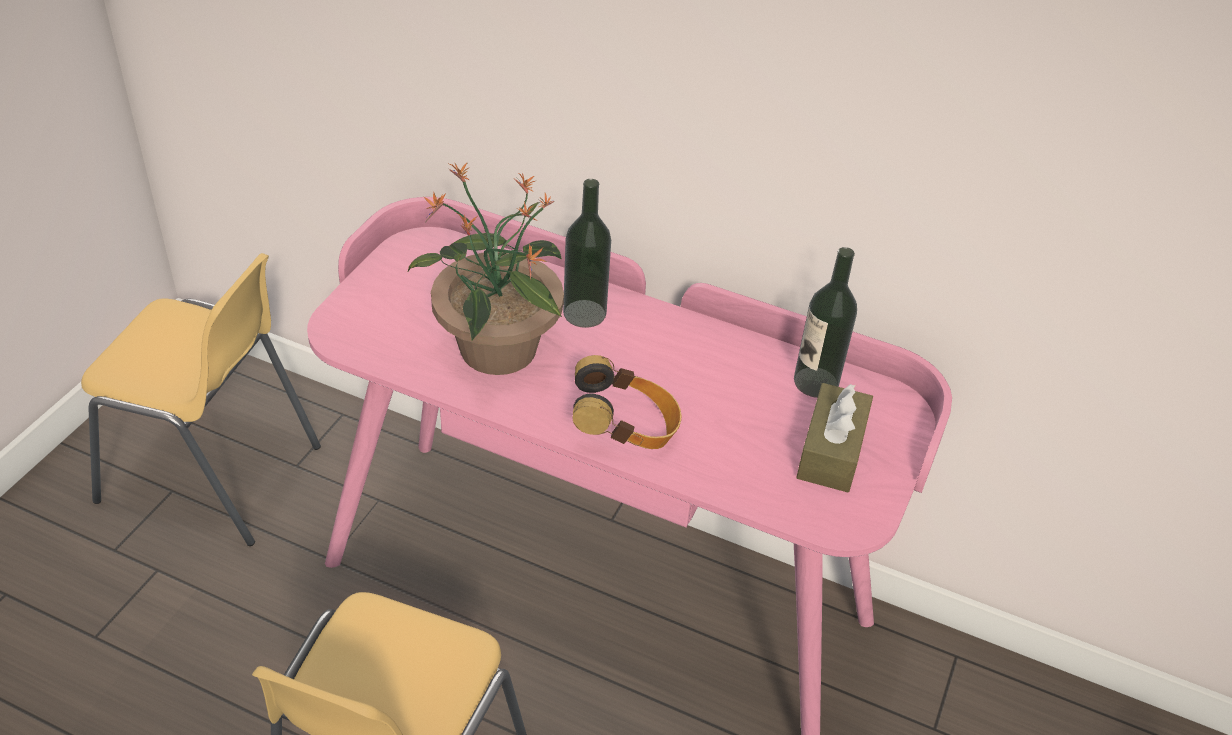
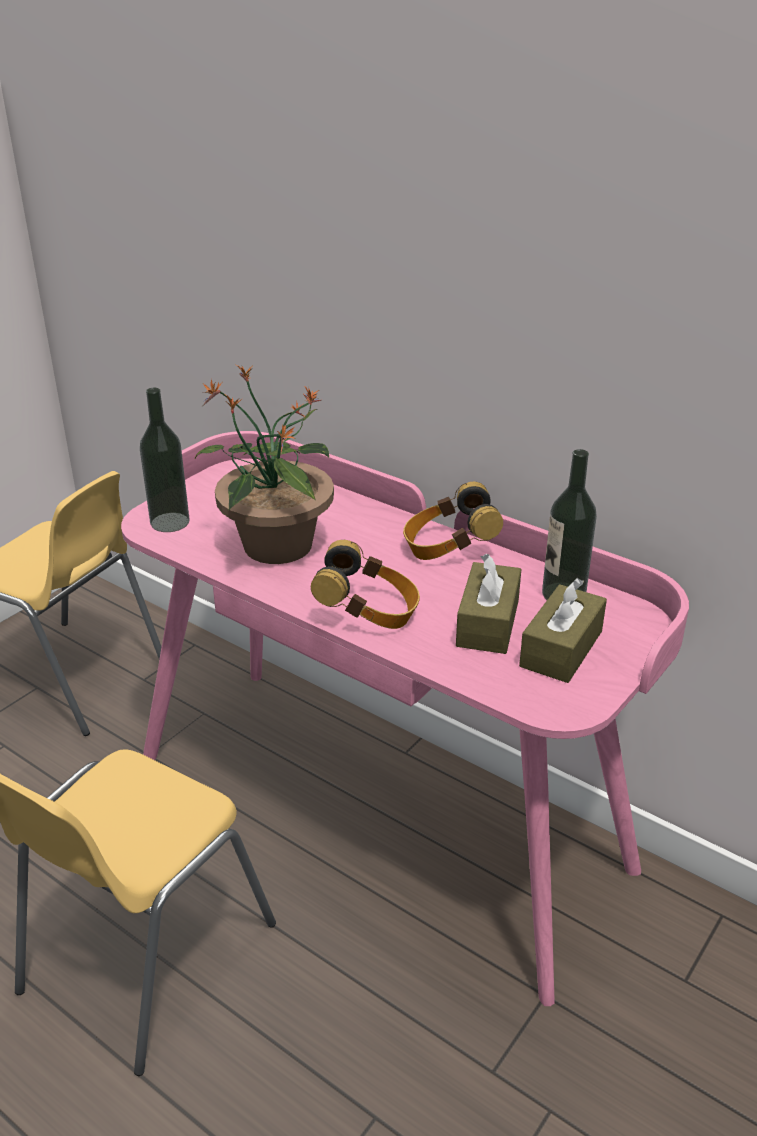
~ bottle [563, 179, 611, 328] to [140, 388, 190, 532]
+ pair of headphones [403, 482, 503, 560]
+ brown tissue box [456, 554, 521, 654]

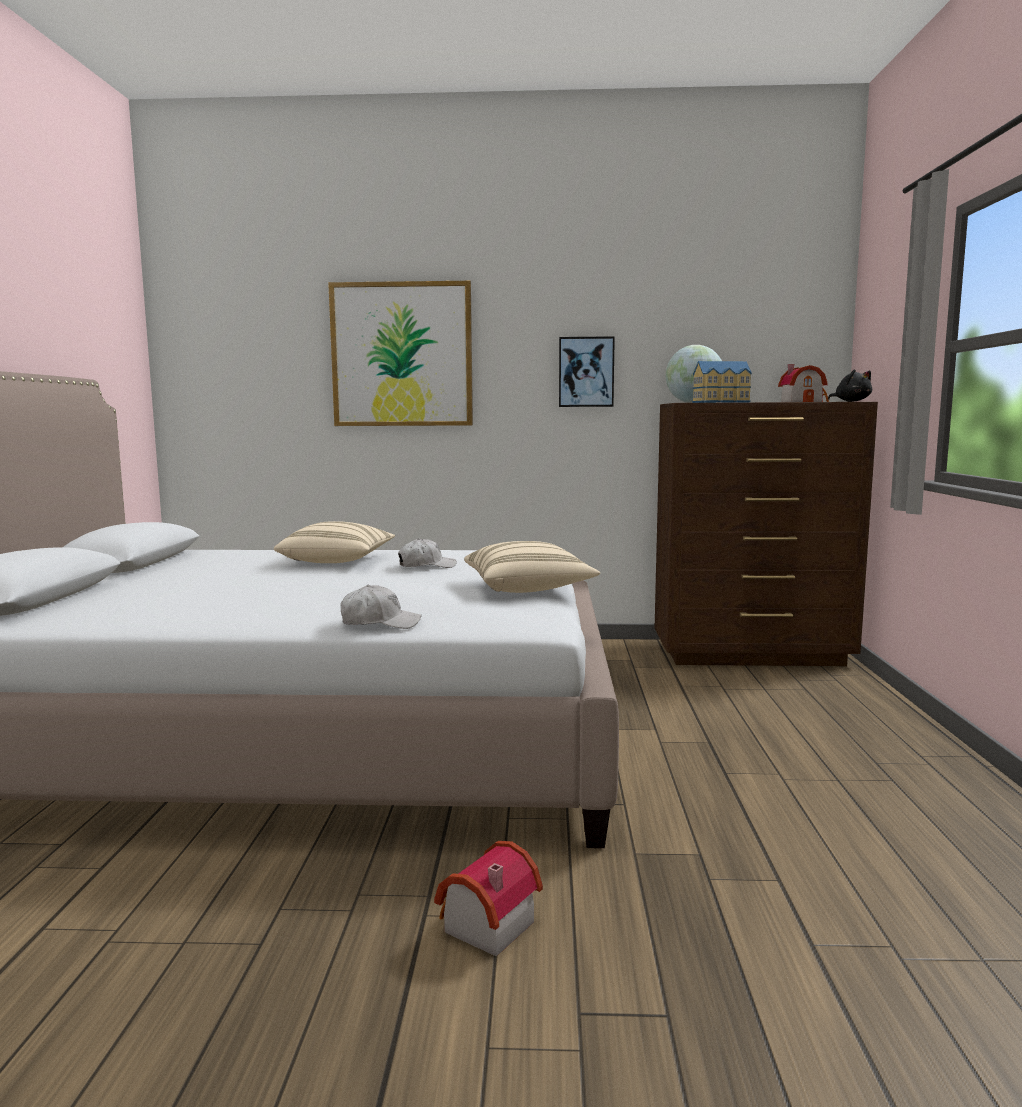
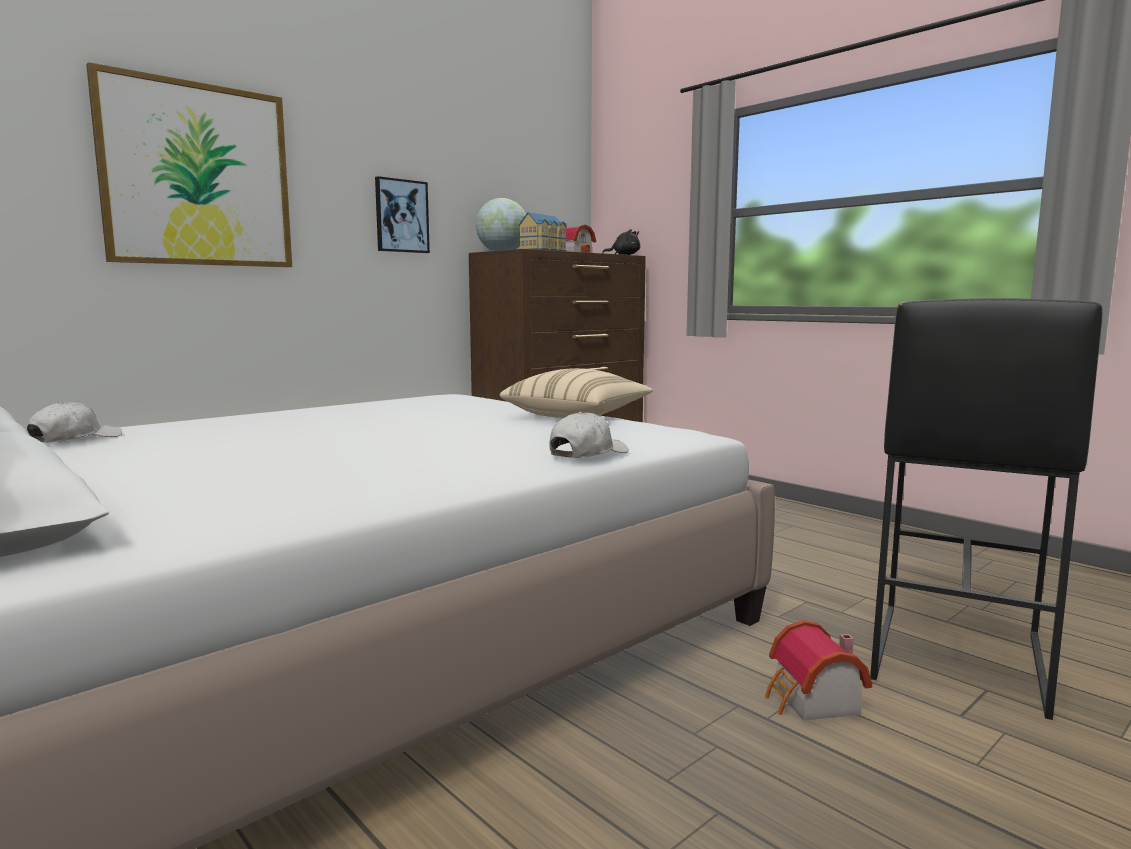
- beige-coloured throw pillow [274, 521, 395, 563]
~ white cap [398, 538, 457, 568] to [27, 401, 122, 443]
+ black-coloured stool seat [870, 298, 1103, 720]

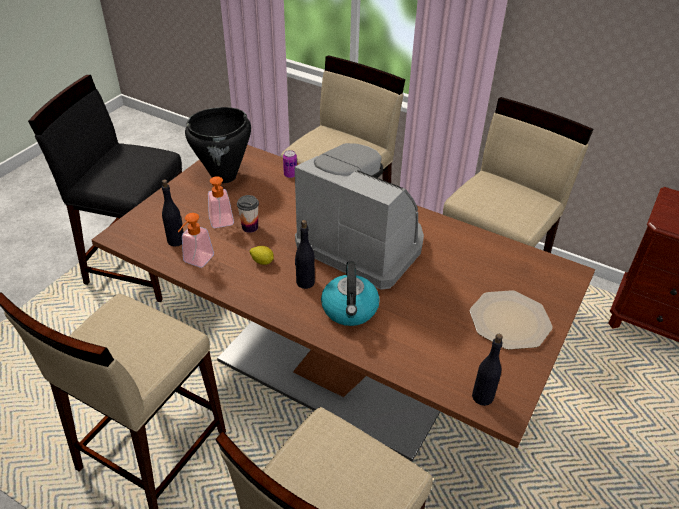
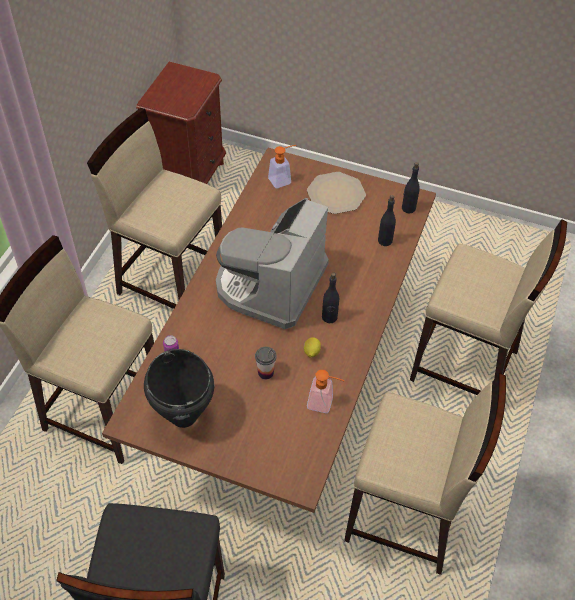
~ soap bottle [208, 176, 234, 228] to [268, 145, 297, 188]
~ black-coloured bottle [162, 179, 184, 247] to [378, 195, 396, 246]
- kettle [321, 262, 380, 326]

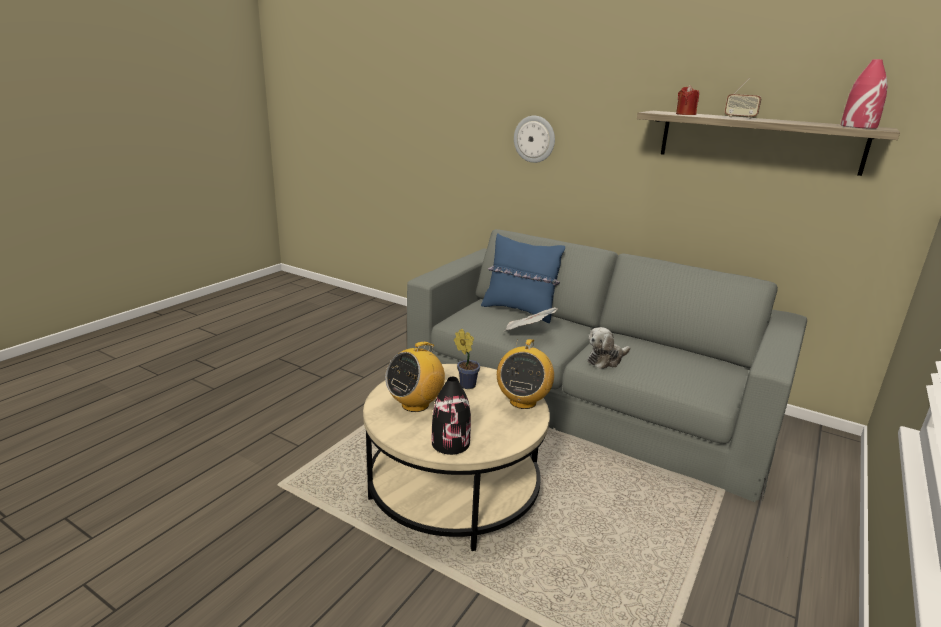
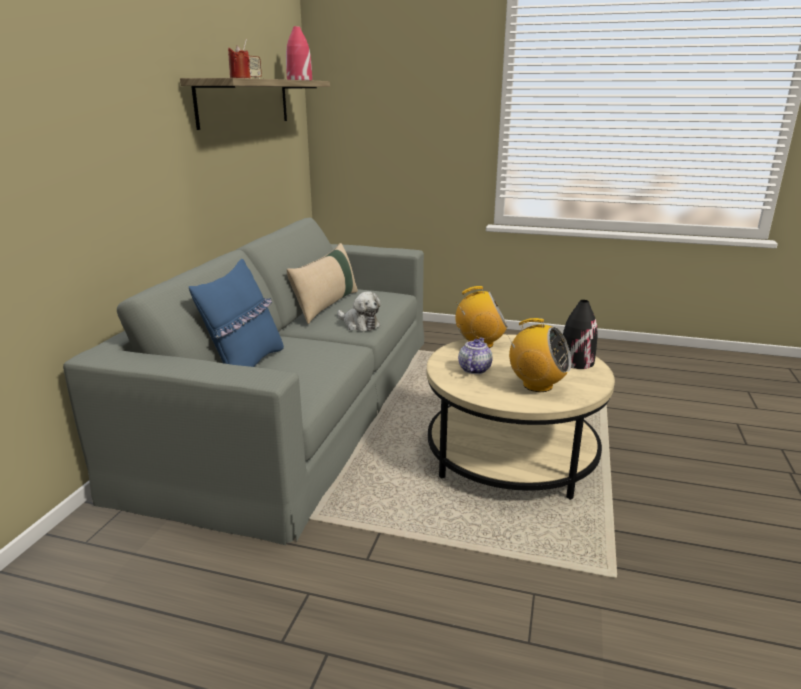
- wall clock [514, 116, 555, 163]
- daily paper [504, 307, 558, 331]
~ potted plant [454, 329, 480, 389] to teapot [458, 337, 493, 374]
+ beige-coloured throw pillow [286, 243, 358, 324]

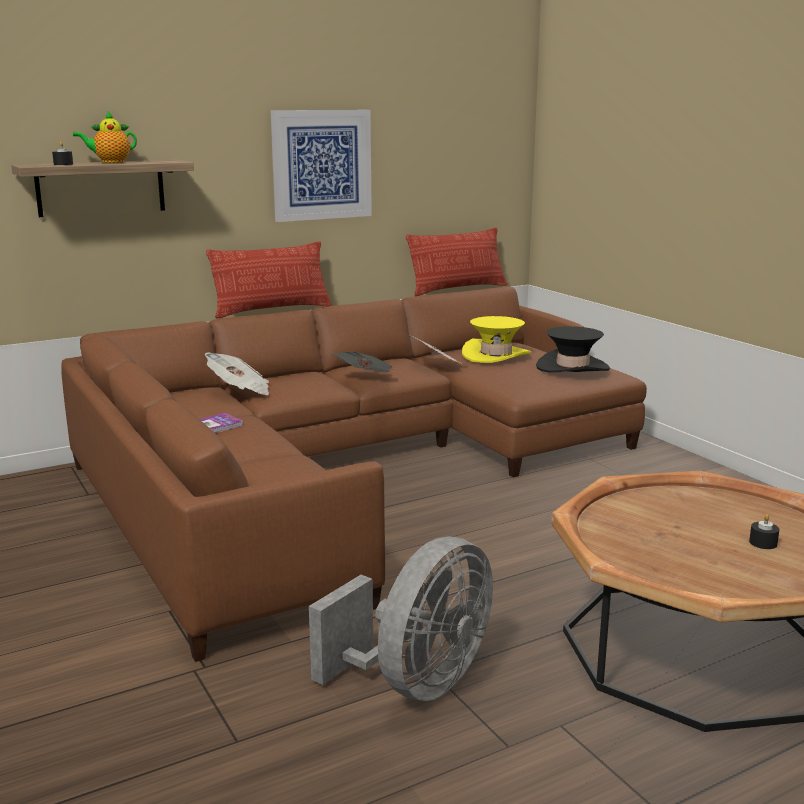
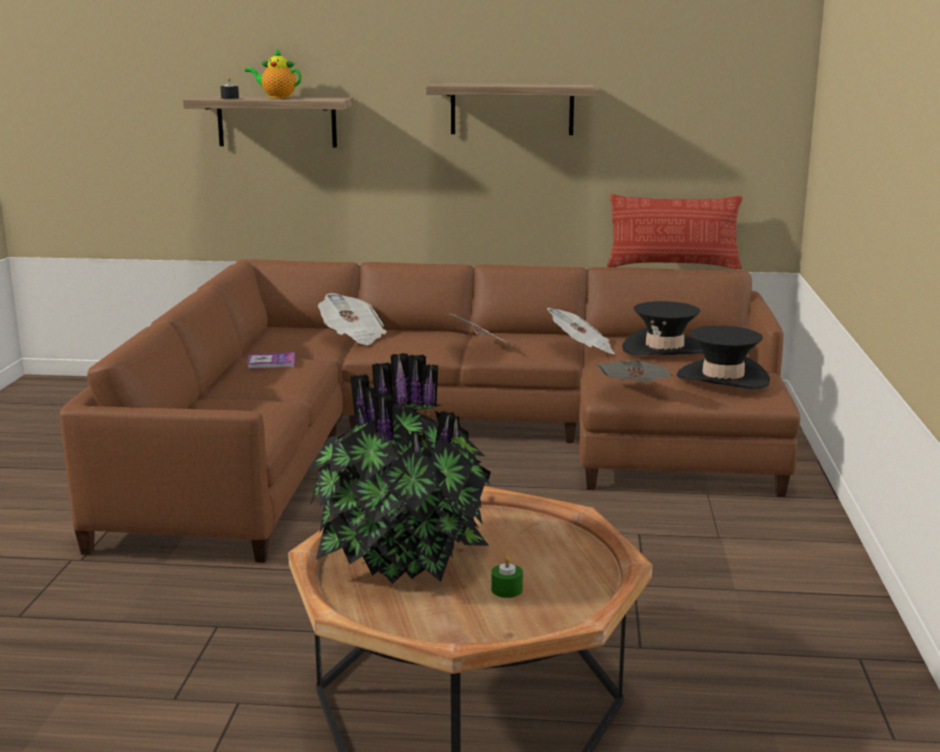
~ picture [271, 110, 372, 222] to bracket shelf [426, 83, 594, 135]
- throw pillow [206, 241, 331, 319]
~ yellowish hat [462, 316, 531, 363] to black-coloured hat [622, 301, 704, 356]
~ black-coloured candle [749, 514, 779, 549] to green candle [491, 556, 523, 598]
- grey electric fan [309, 536, 493, 701]
+ potted plant [308, 353, 491, 584]
+ daily paper [595, 361, 673, 381]

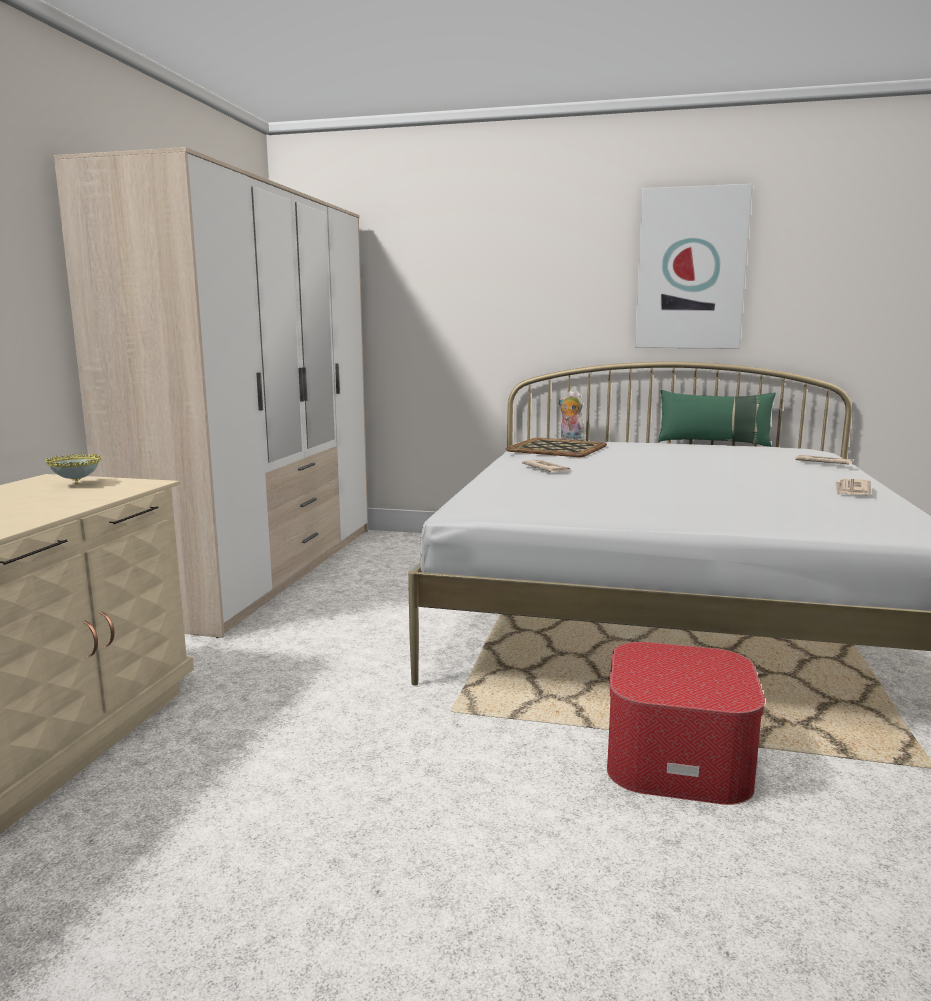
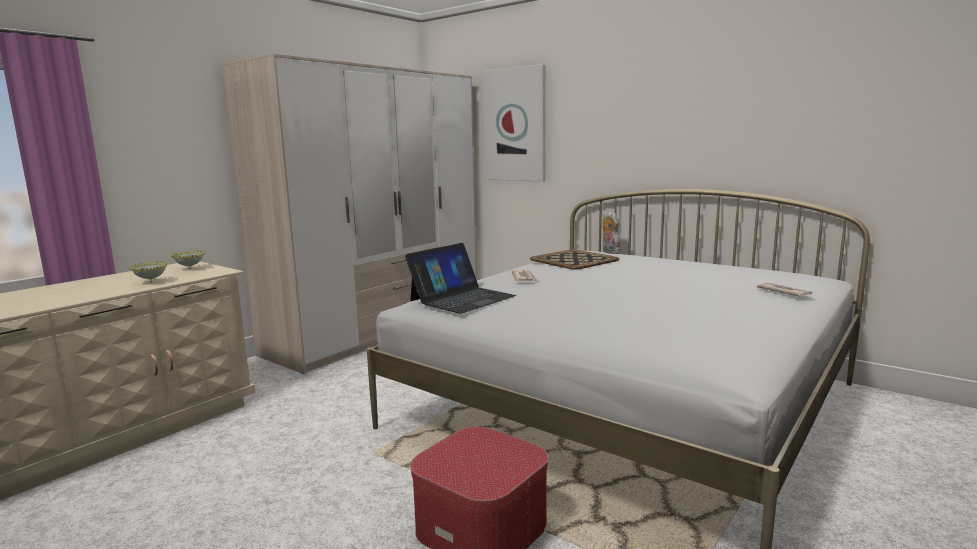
~ picture [634, 184, 753, 348] to [482, 64, 546, 182]
- green throw pillow [658, 390, 776, 447]
- daily paper [835, 479, 871, 495]
+ portable computer [405, 243, 516, 314]
+ deep dish [129, 261, 168, 283]

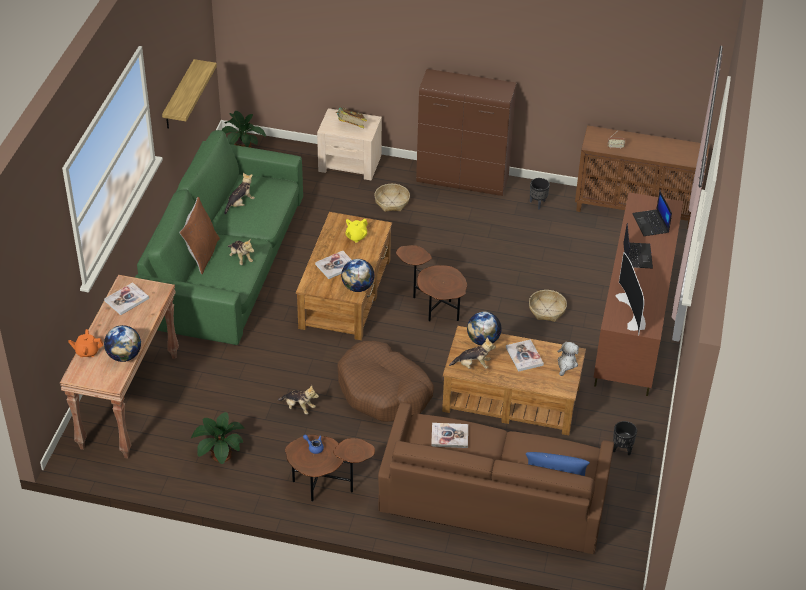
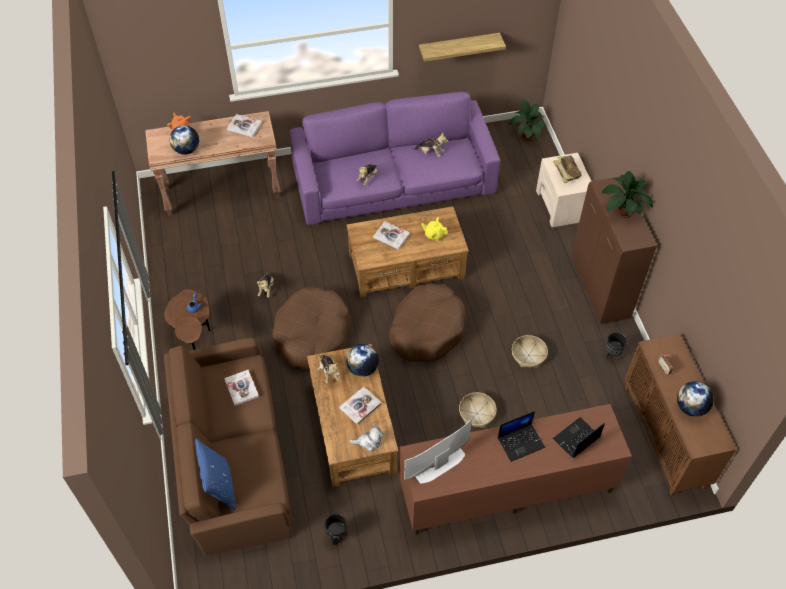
~ green settee [135, 130, 303, 345] to purplish settee [289, 92, 500, 225]
~ storage basket [374, 184, 410, 212] to [512, 335, 548, 368]
- brown throw pillow [179, 197, 220, 274]
~ brown side table [396, 245, 467, 321] to brown dog cushion [389, 283, 466, 362]
~ world globe [341, 259, 375, 292] to [677, 381, 714, 417]
~ potted plant [191, 412, 245, 464] to [601, 171, 653, 218]

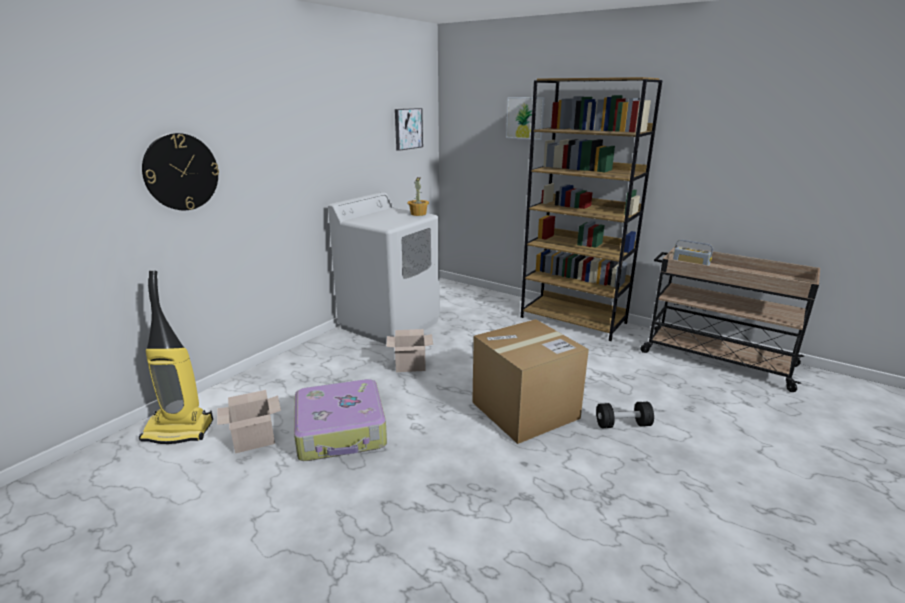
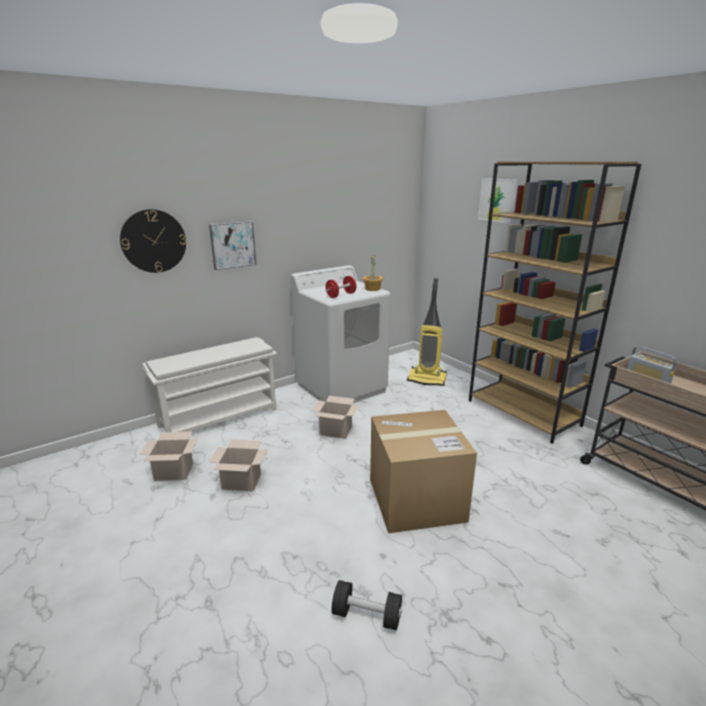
~ picture [395, 108, 423, 151] to [209, 221, 256, 270]
~ hoover [139, 270, 213, 444] to [407, 278, 447, 386]
~ suitcase [294, 379, 387, 461] to cardboard box [209, 439, 267, 491]
~ black-coloured dumbbell [596, 402, 654, 428] to [332, 580, 402, 631]
+ red-coloured dumbbell [326, 276, 356, 298]
+ white shoe stand [142, 337, 277, 432]

